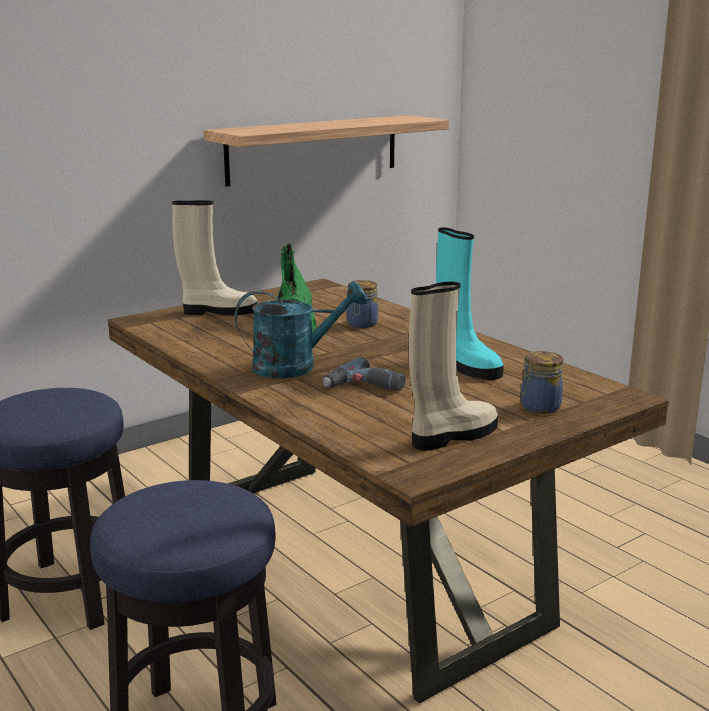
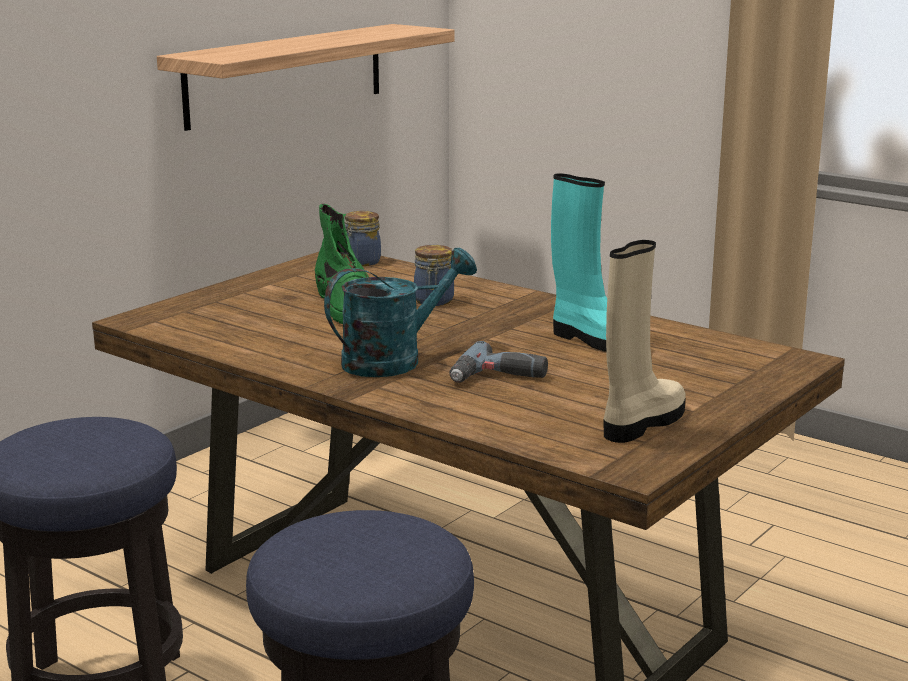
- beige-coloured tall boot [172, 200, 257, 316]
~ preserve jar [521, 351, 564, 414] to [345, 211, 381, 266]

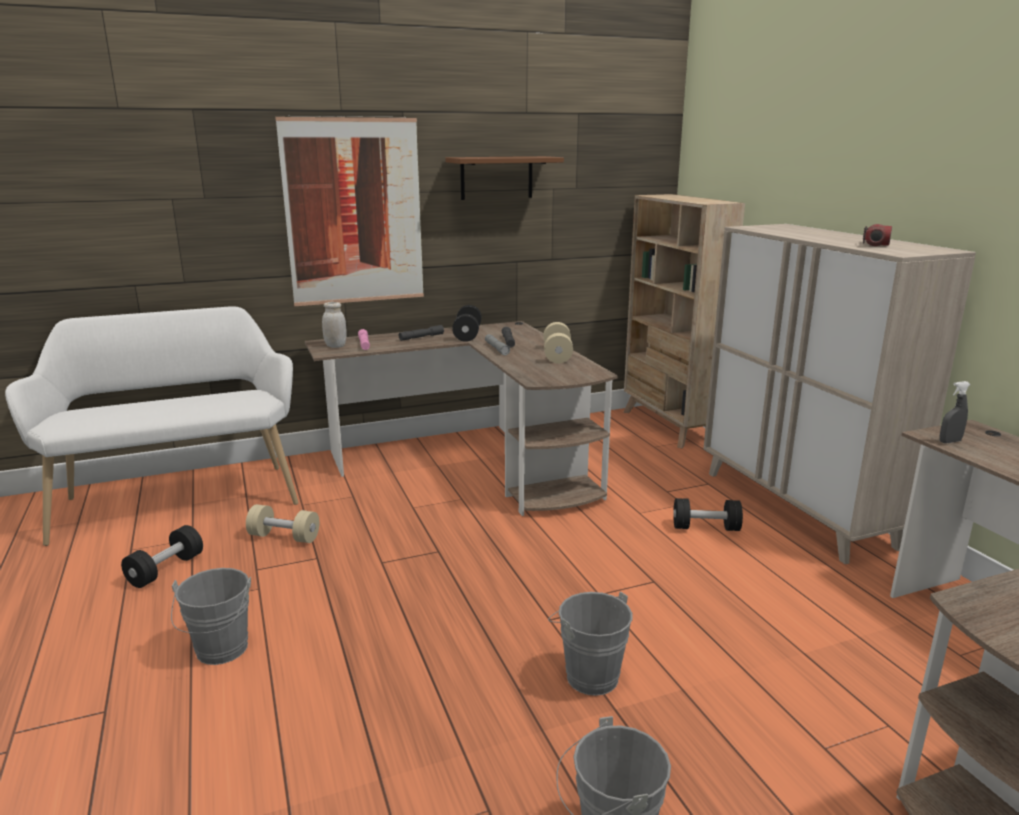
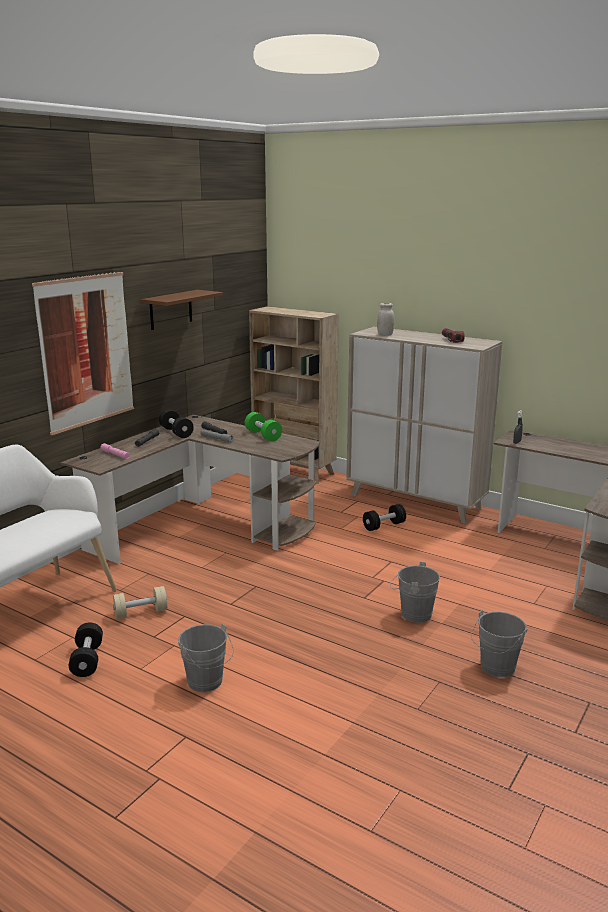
~ white preserve jar [322, 302, 347, 348] to [377, 303, 394, 336]
~ beige-coloured dumbbell [544, 322, 573, 364] to green dumbbell [245, 412, 282, 441]

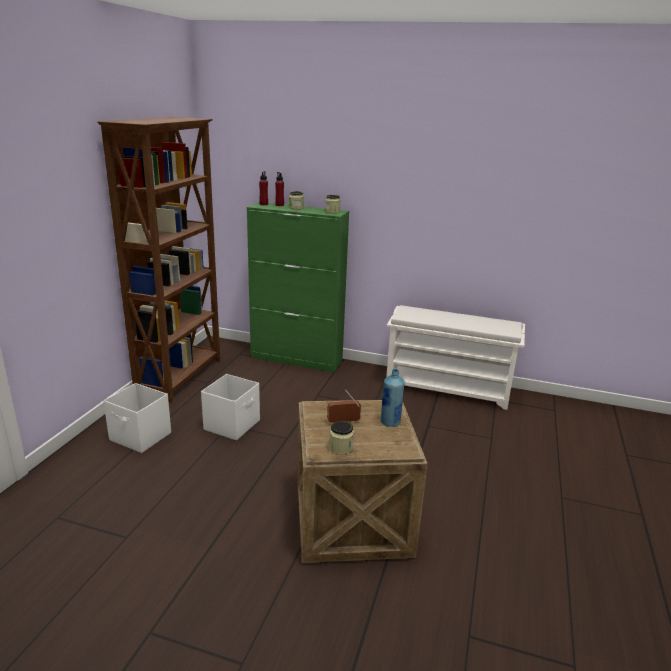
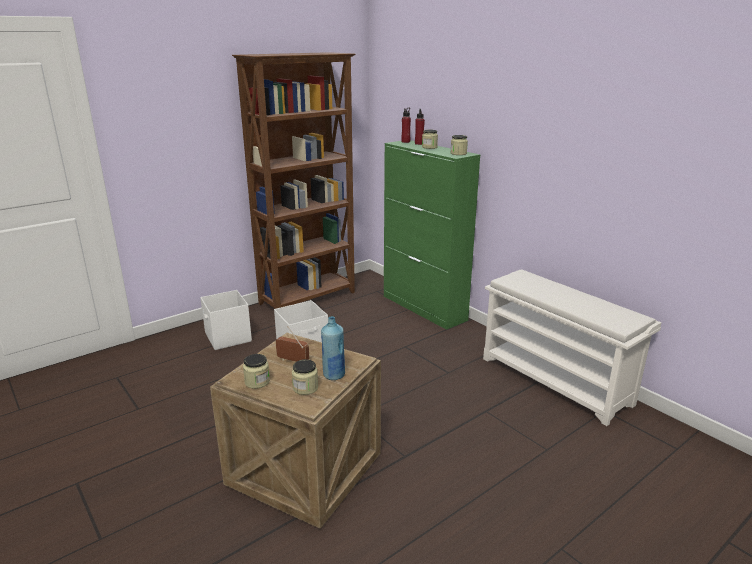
+ preserve jar [292, 359, 318, 395]

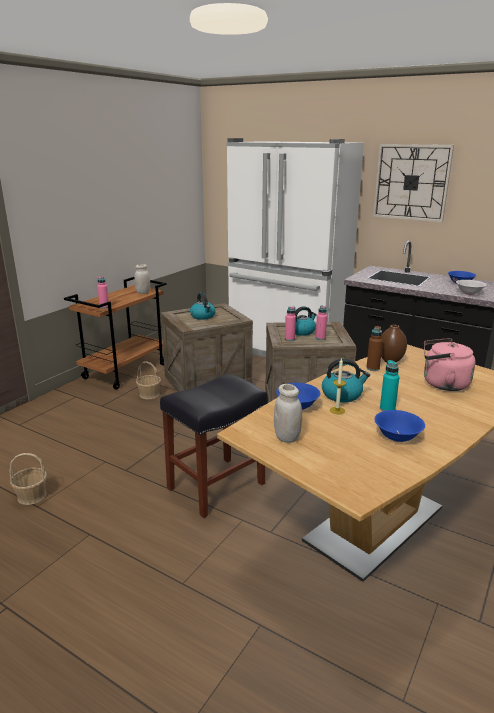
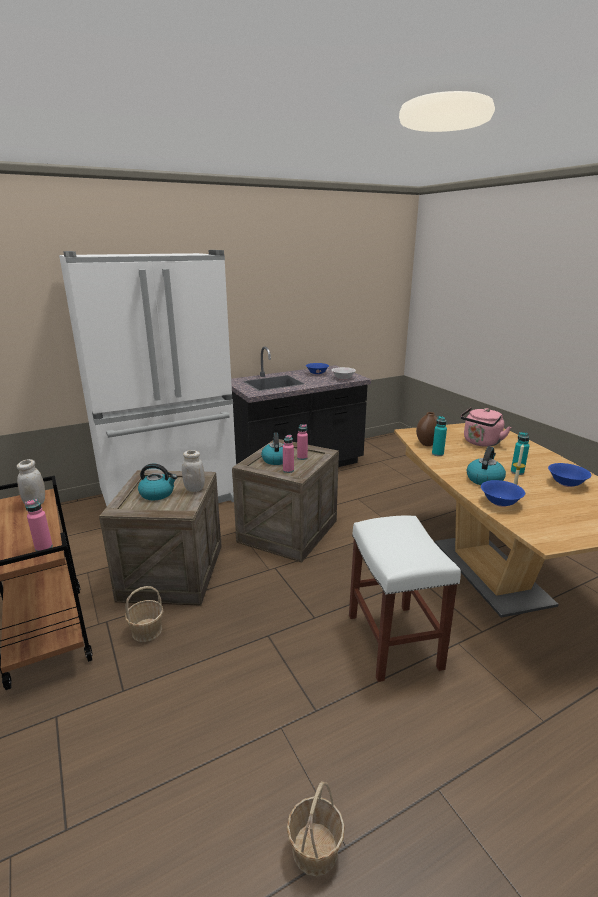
- wall clock [373, 144, 454, 222]
~ brown bottle [366, 326, 383, 371] to turquoise bottle [432, 416, 447, 456]
~ black-coloured stool seat [160, 373, 268, 518] to white stool seat [349, 516, 461, 682]
~ white preserve jar [274, 384, 302, 443] to [182, 450, 205, 492]

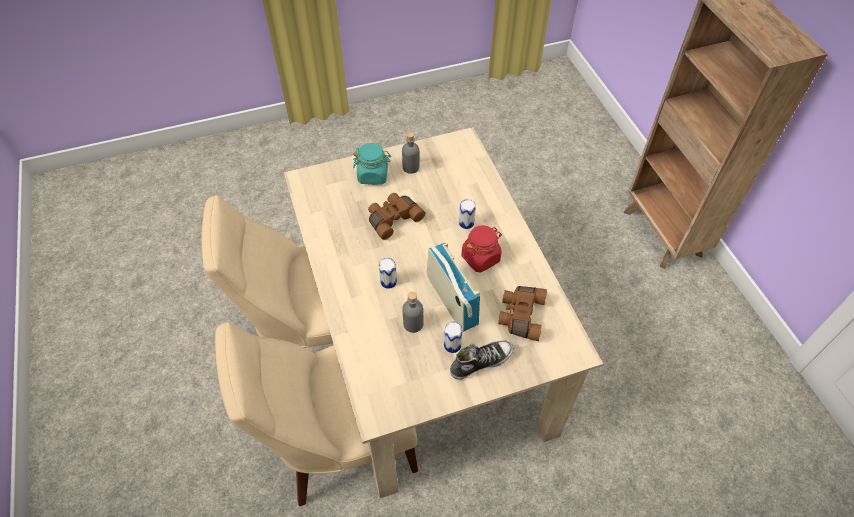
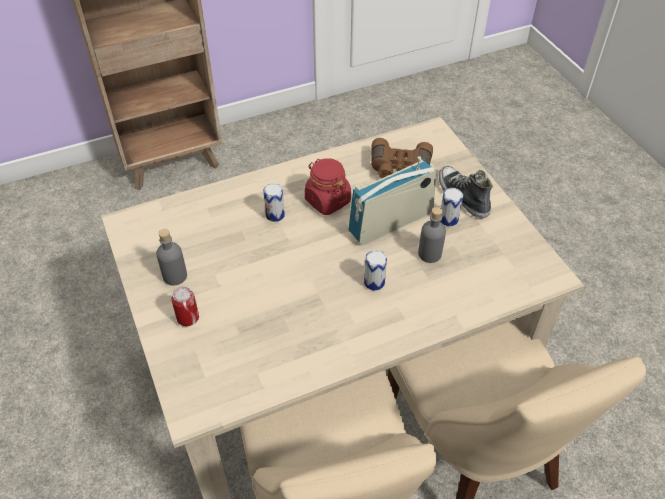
~ turquoise preserve jar [353, 143, 391, 185] to can [171, 287, 199, 326]
- brown field glasses [368, 193, 425, 240]

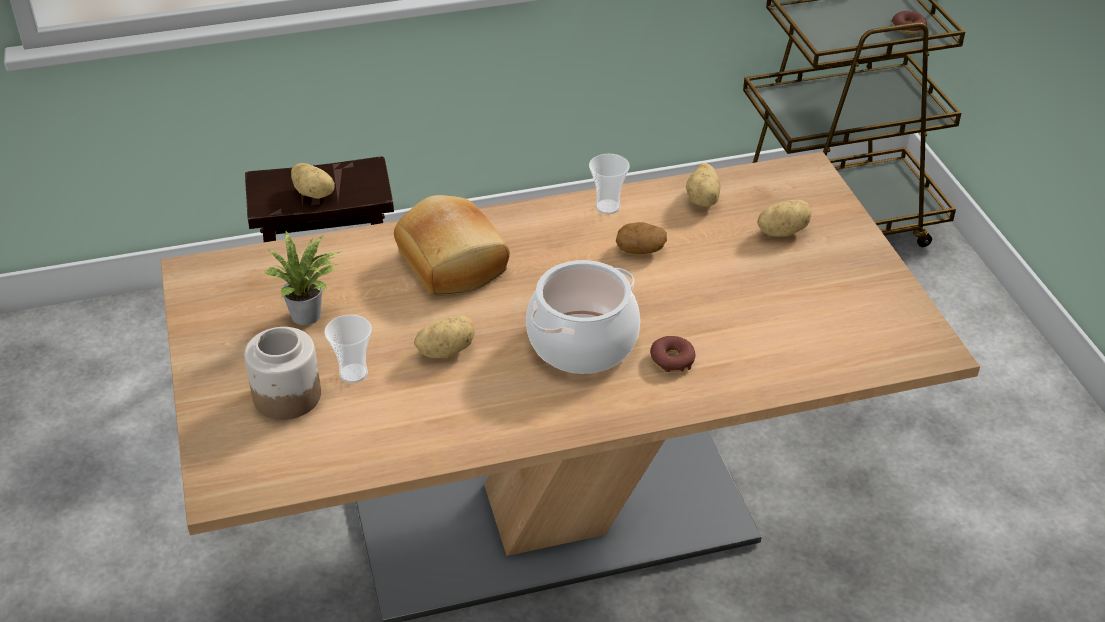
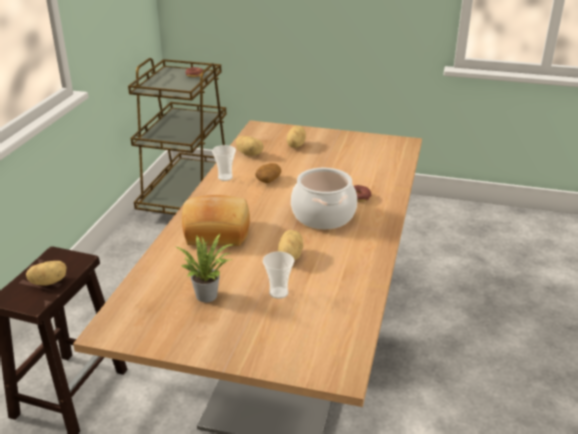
- preserve jar [244, 327, 321, 420]

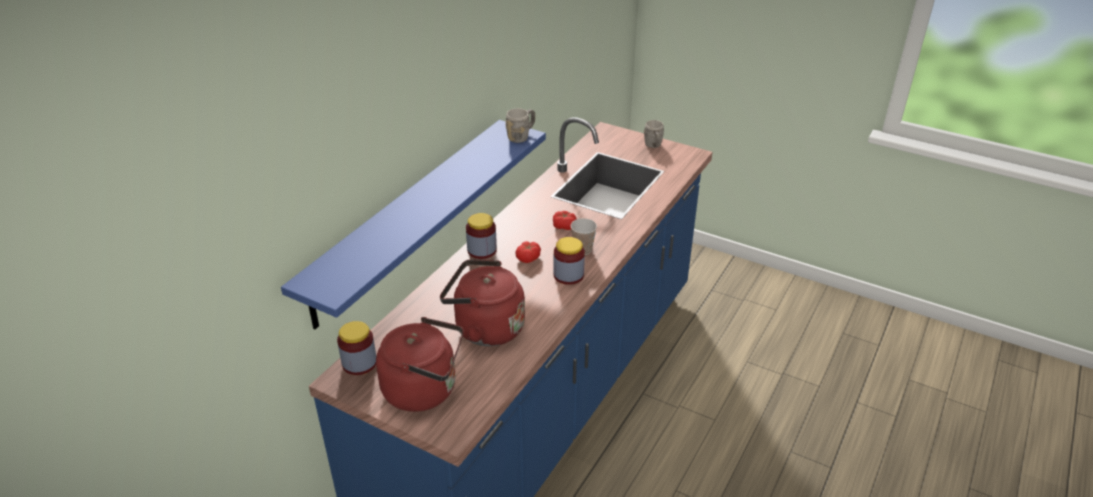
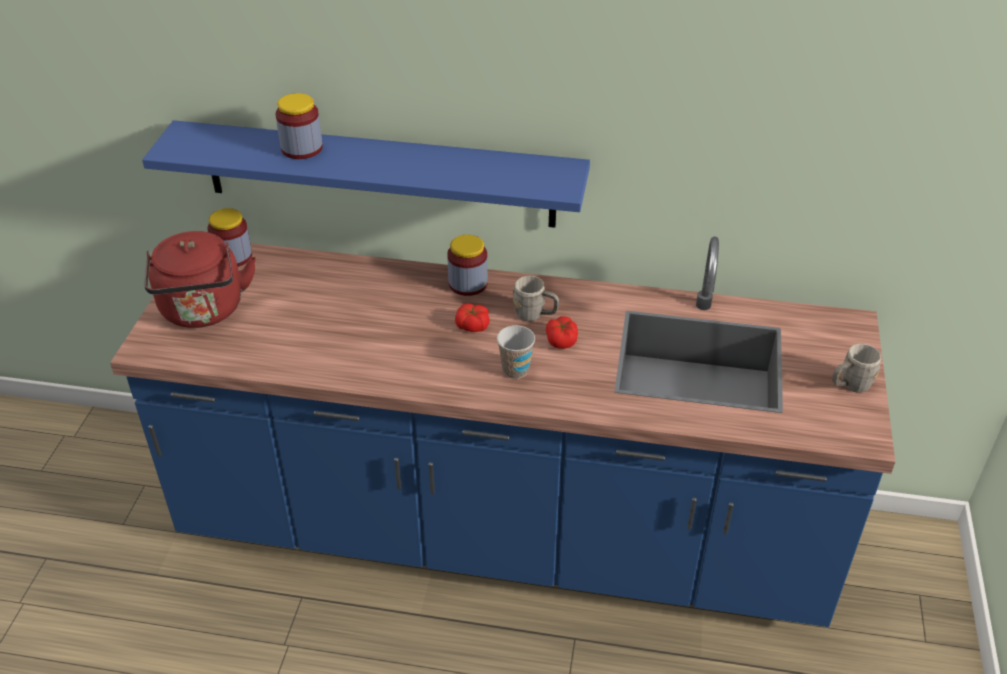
~ grey coffee mug [506, 108, 535, 143] to [513, 276, 559, 321]
~ preserve jar [554, 237, 585, 285] to [276, 93, 323, 159]
- red-coloured kettle [440, 259, 525, 346]

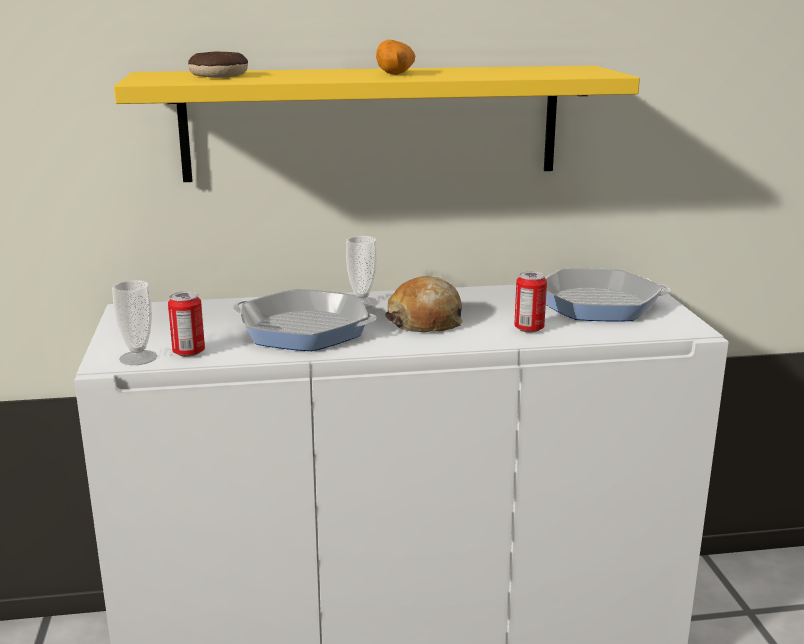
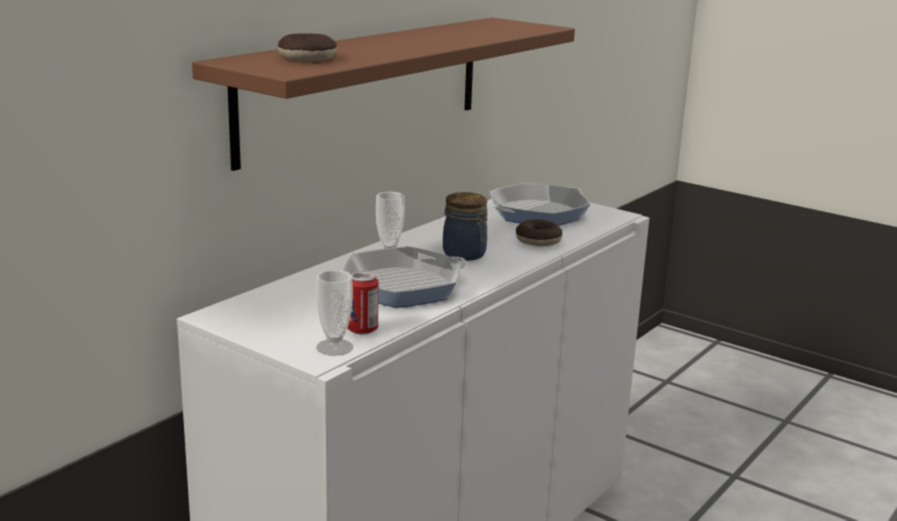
- spud [376, 40, 415, 75]
~ yellowish bracket shelf [114, 65, 640, 182] to brown bracket shelf [192, 18, 575, 171]
~ can [514, 271, 547, 333] to doughnut [516, 219, 562, 247]
~ baked bread [385, 276, 463, 332] to preserve jar [443, 192, 487, 261]

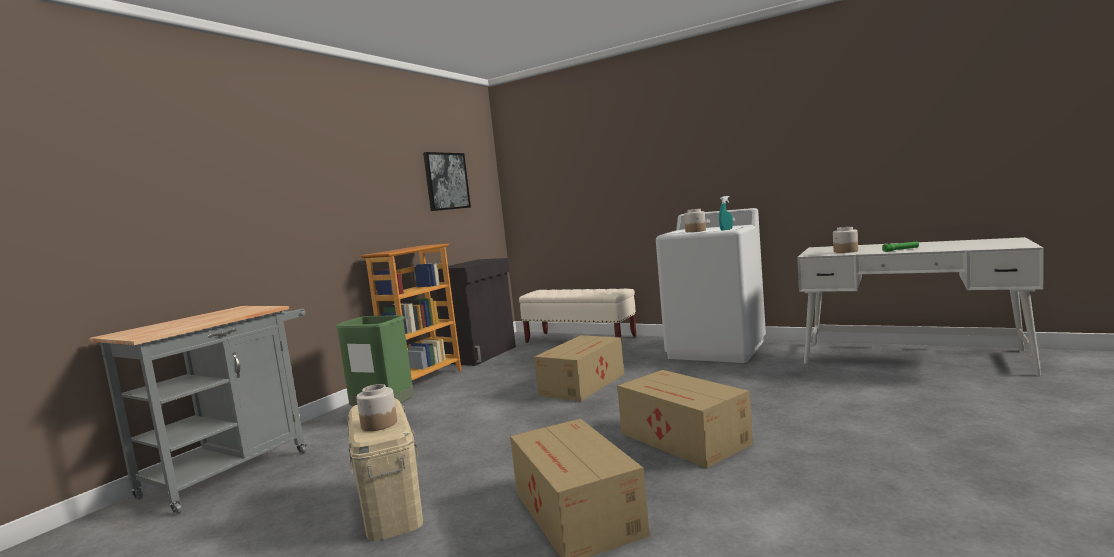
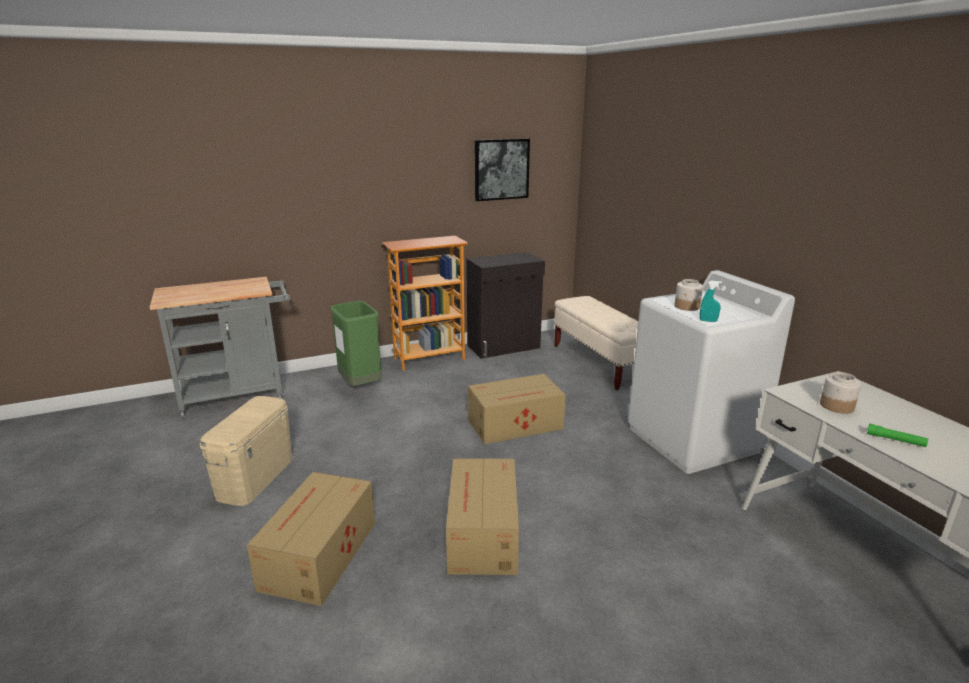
- preserve jar [356, 384, 397, 431]

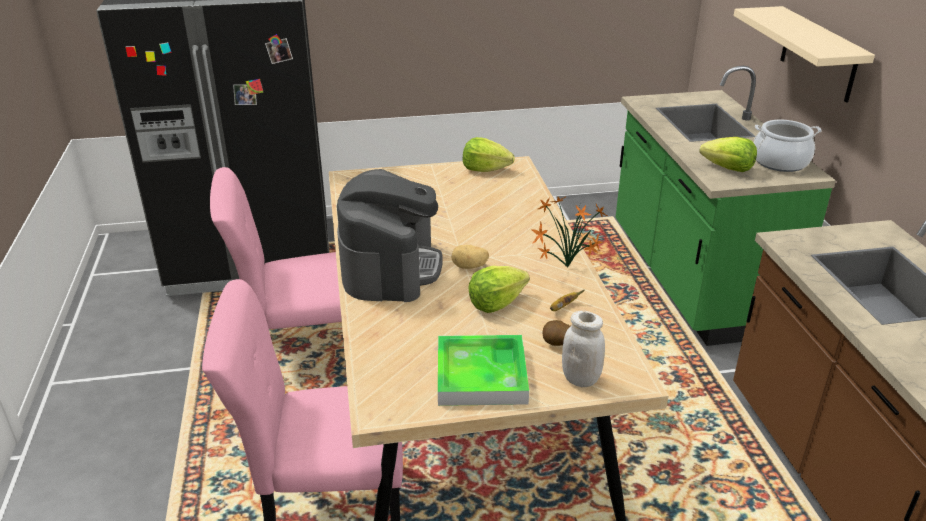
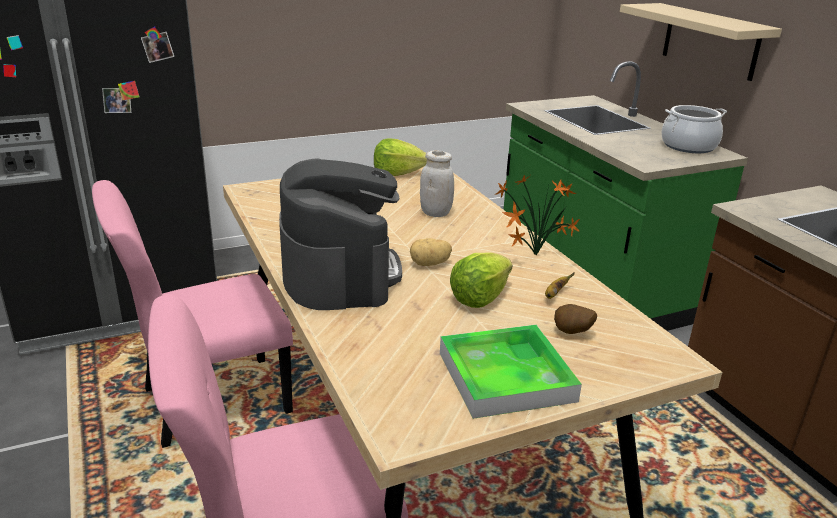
- head of lettuce [700, 137, 757, 172]
~ white preserve jar [562, 310, 605, 387] to [420, 150, 454, 217]

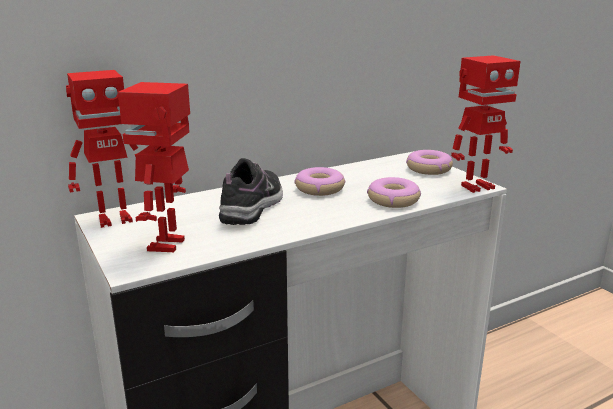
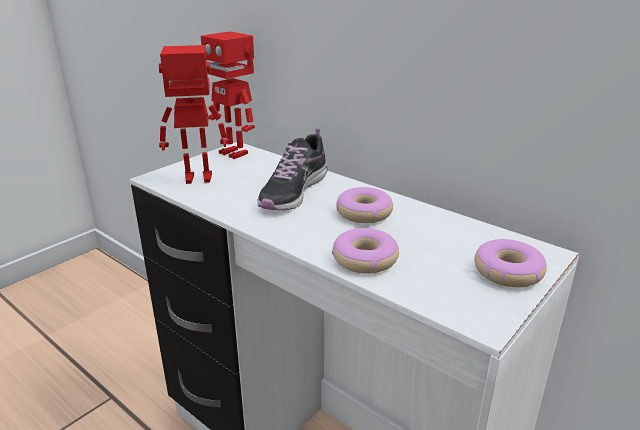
- toy robot [451, 55, 521, 193]
~ low shoe [219, 158, 283, 225] = [257, 128, 328, 210] 120 degrees clockwise

